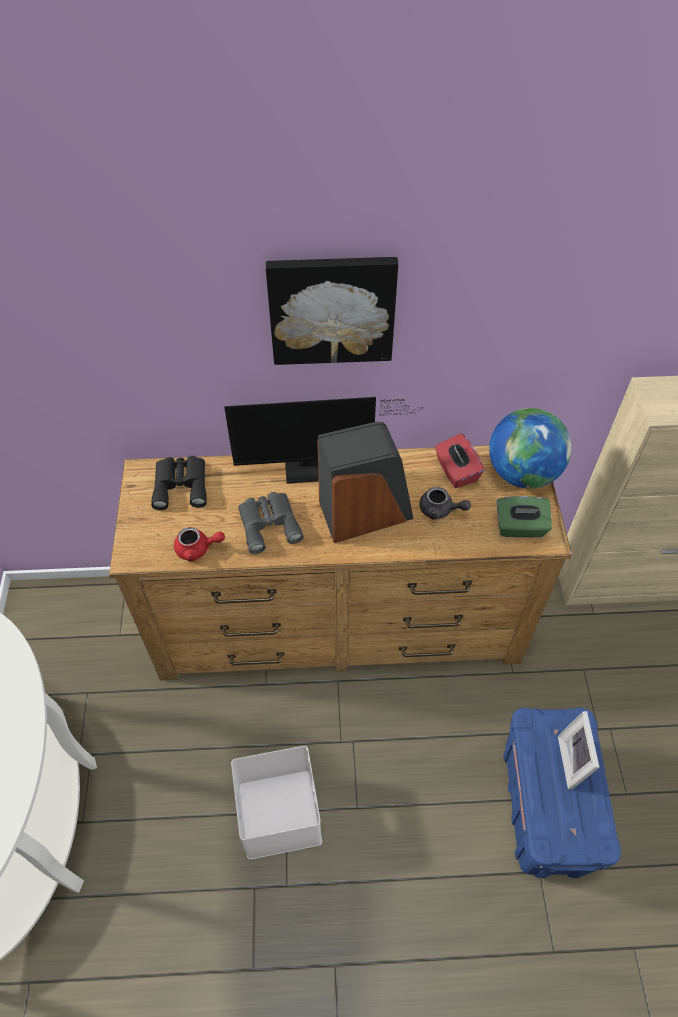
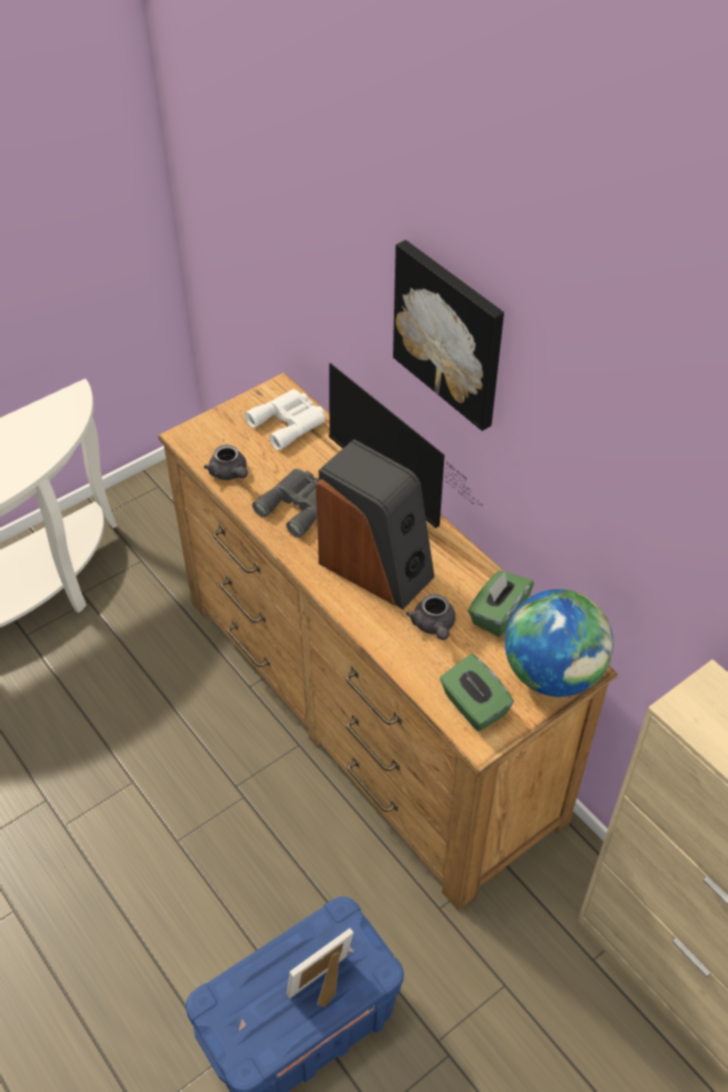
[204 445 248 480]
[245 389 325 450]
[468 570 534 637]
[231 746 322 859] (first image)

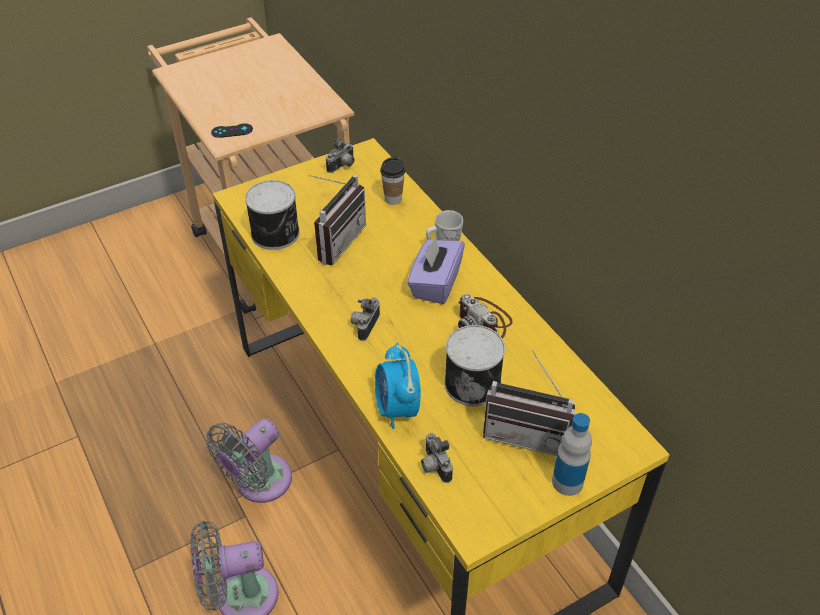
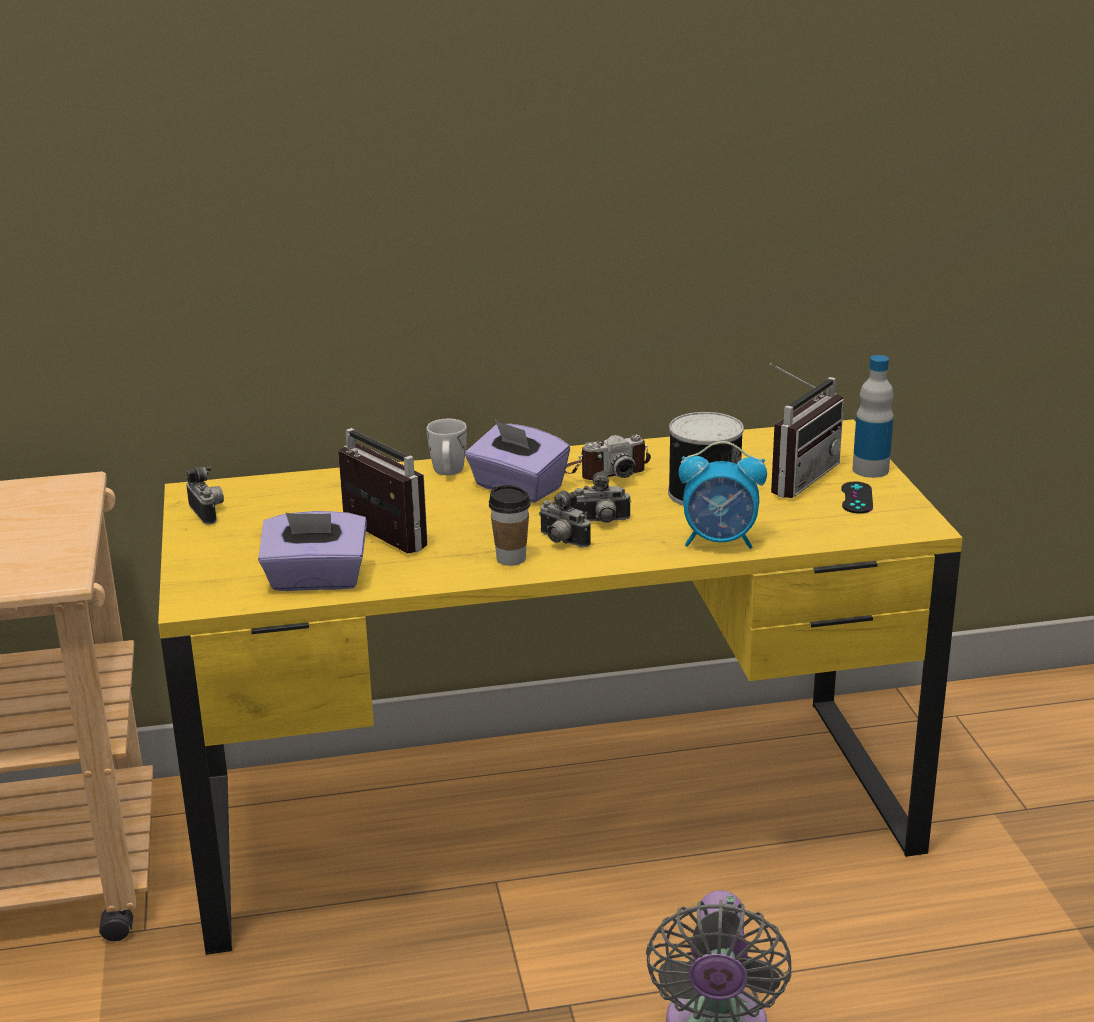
[258 511 367 591]
[489 485 531 566]
[573 471 631 523]
[841 482 873 514]
[205 419 292 503] (first image)

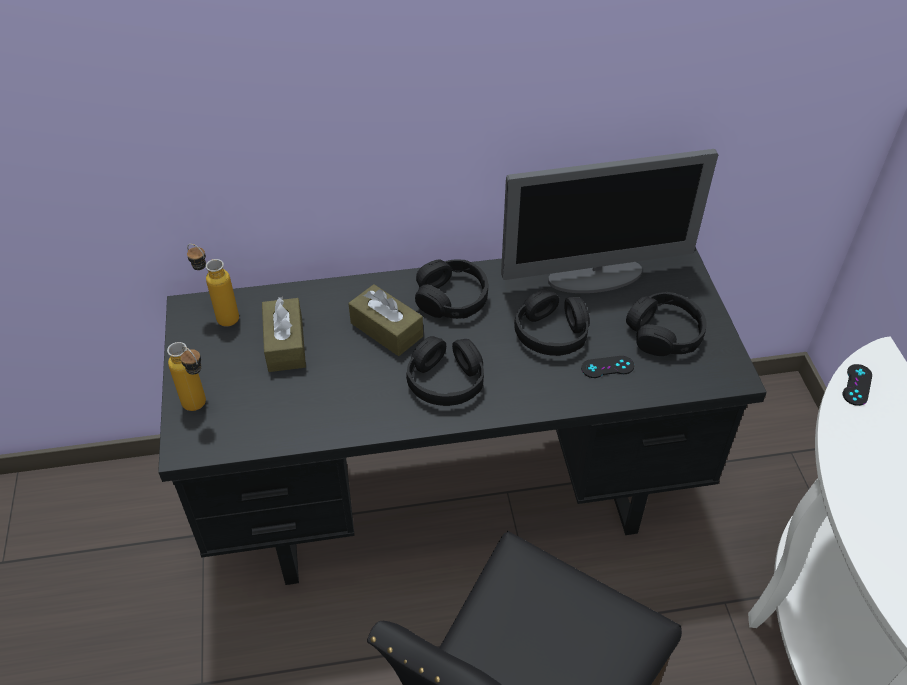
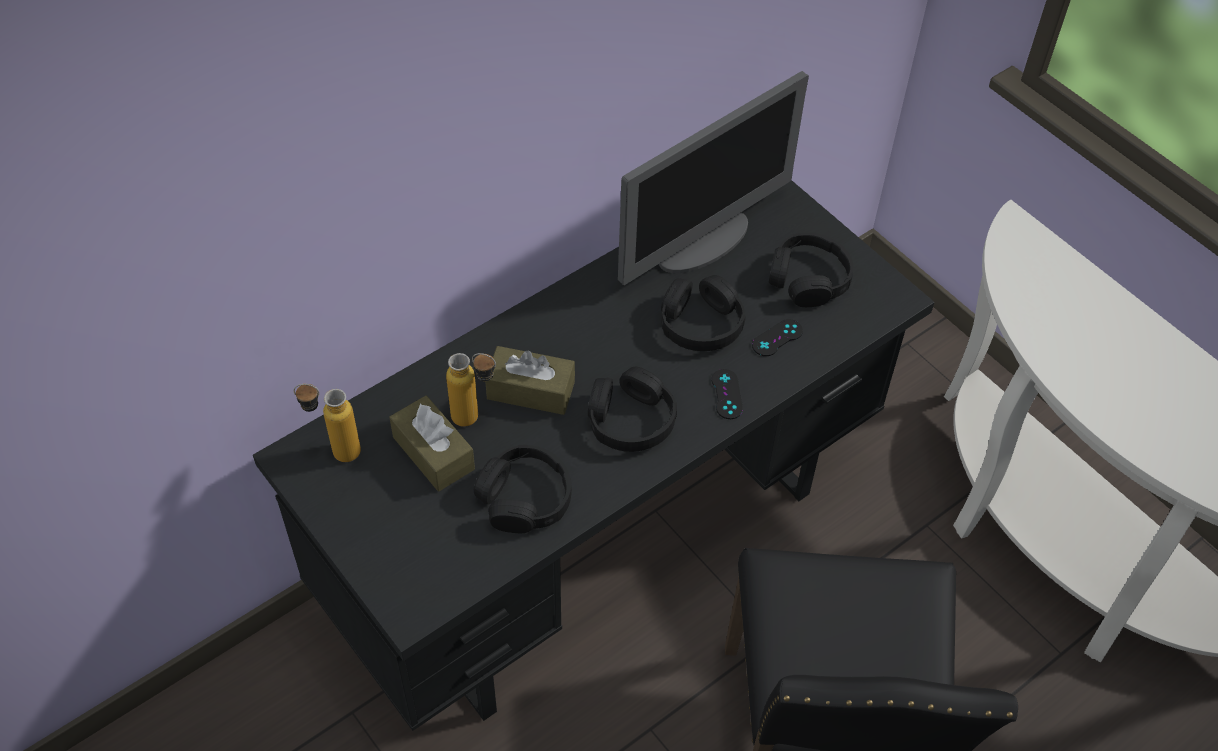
[446 353 496 427]
[474 445 572 533]
[712 369 743 419]

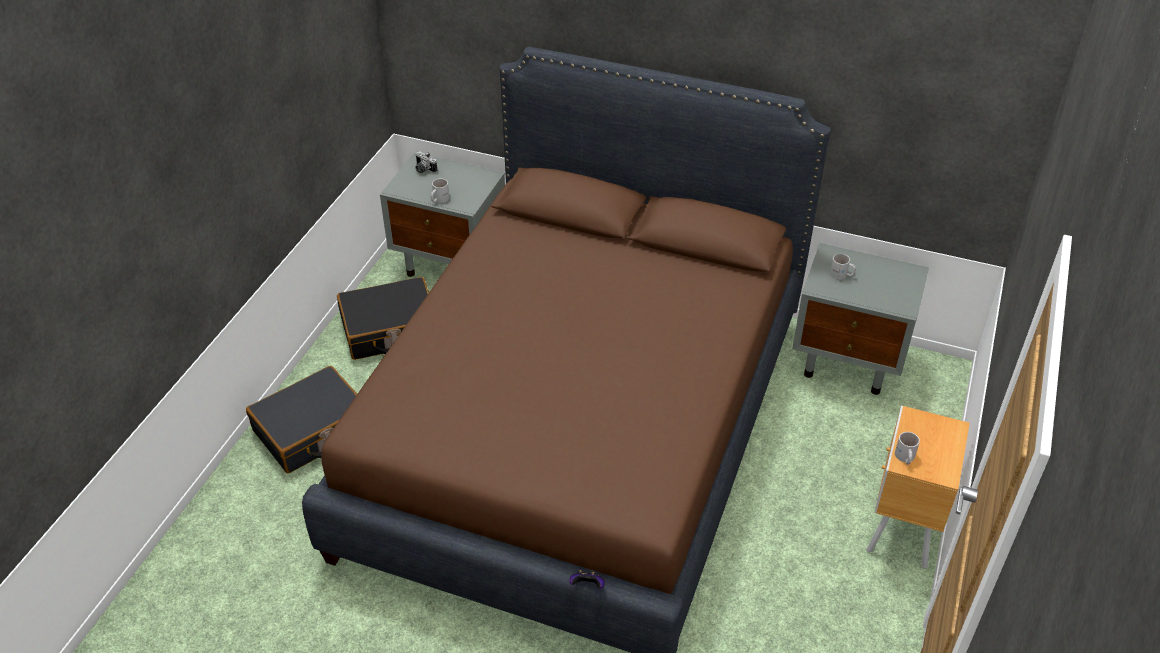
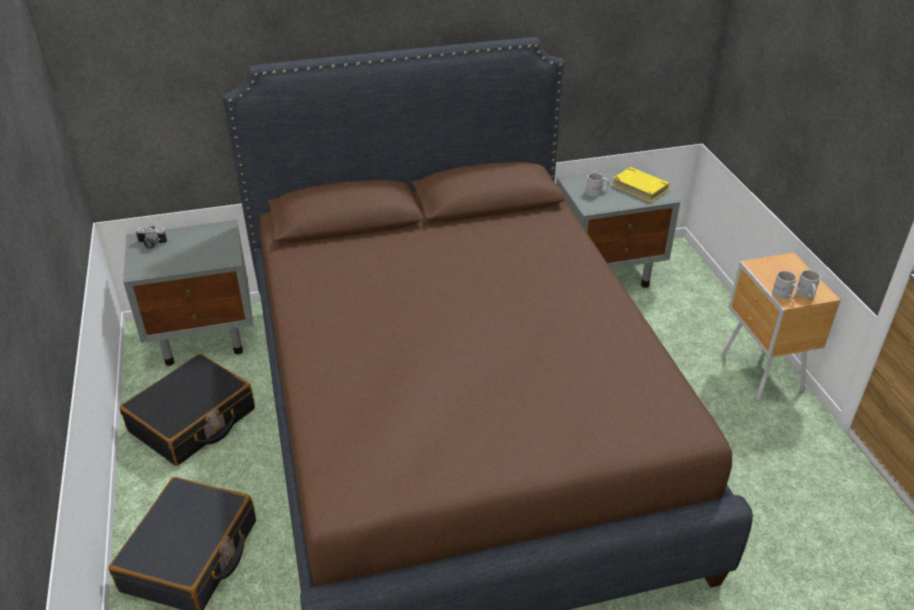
[612 167 670 202]
[797 270 820 299]
[569 570 605 589] (first image)

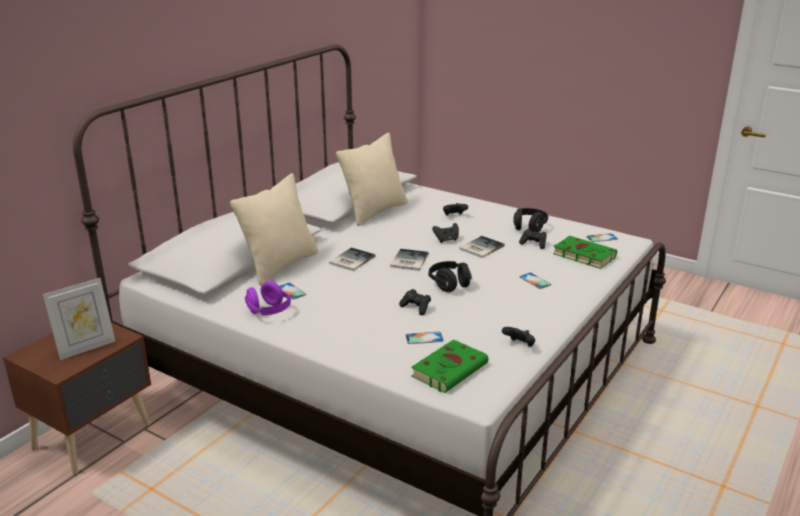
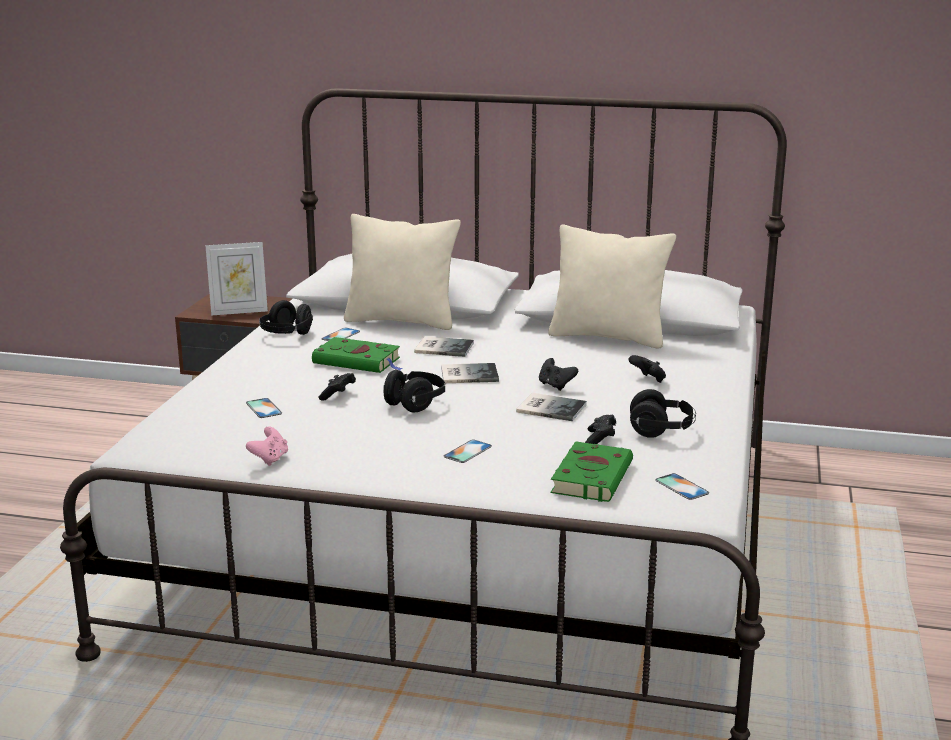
[205 242 268 316]
[246 426 288 466]
[259 300 313 335]
[312 337 403 373]

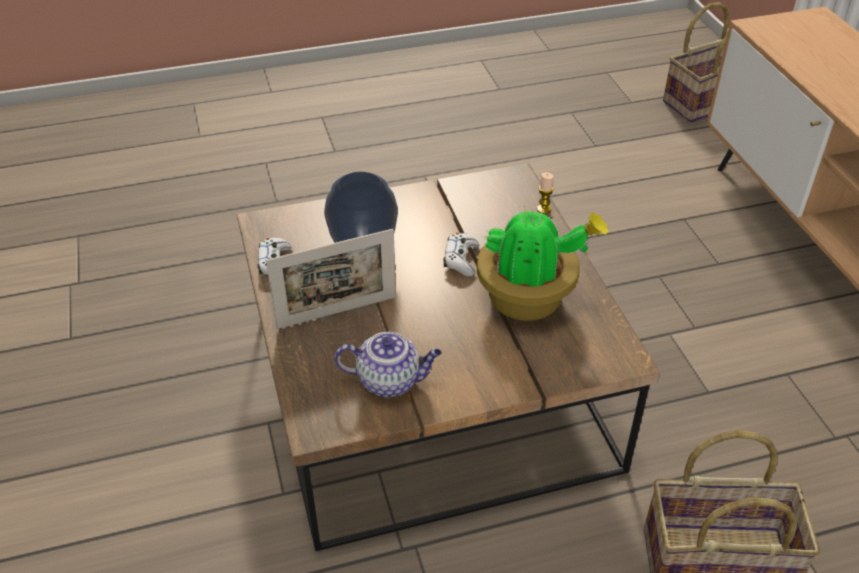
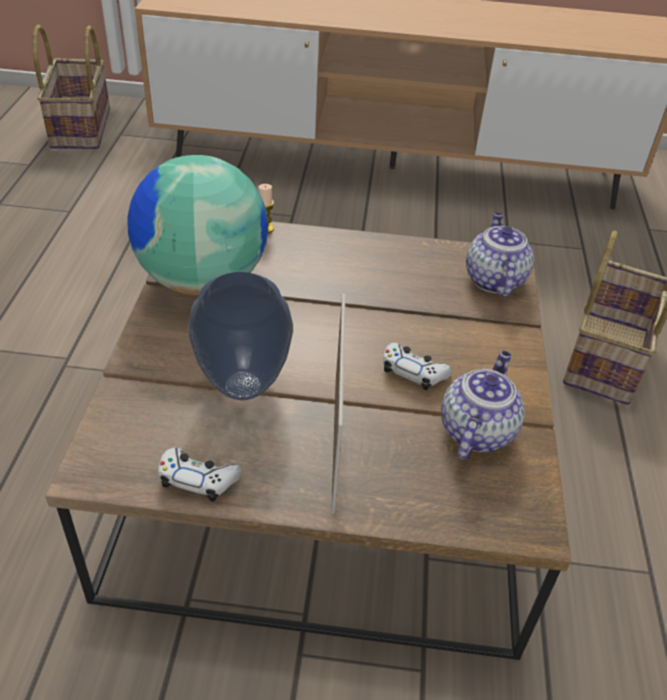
[127 155 268 295]
[383 343 452 390]
[466 212 534 297]
[477 205 609 321] (first image)

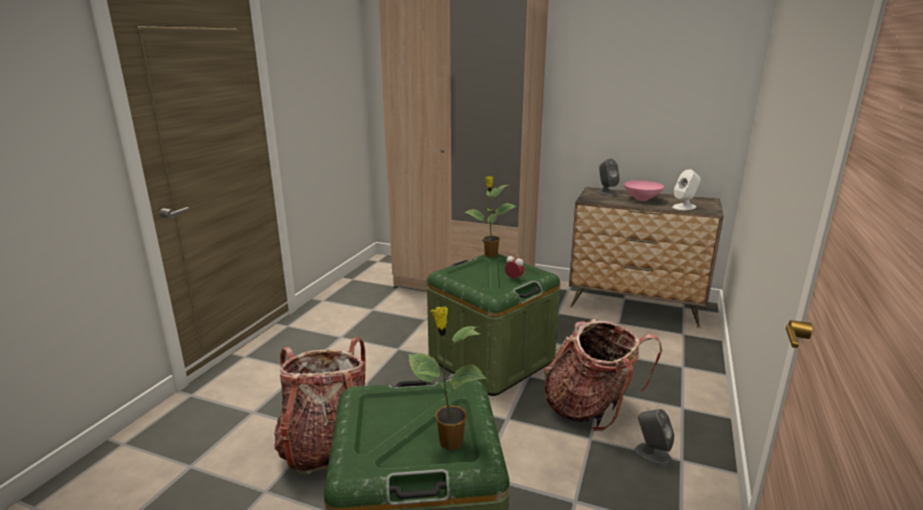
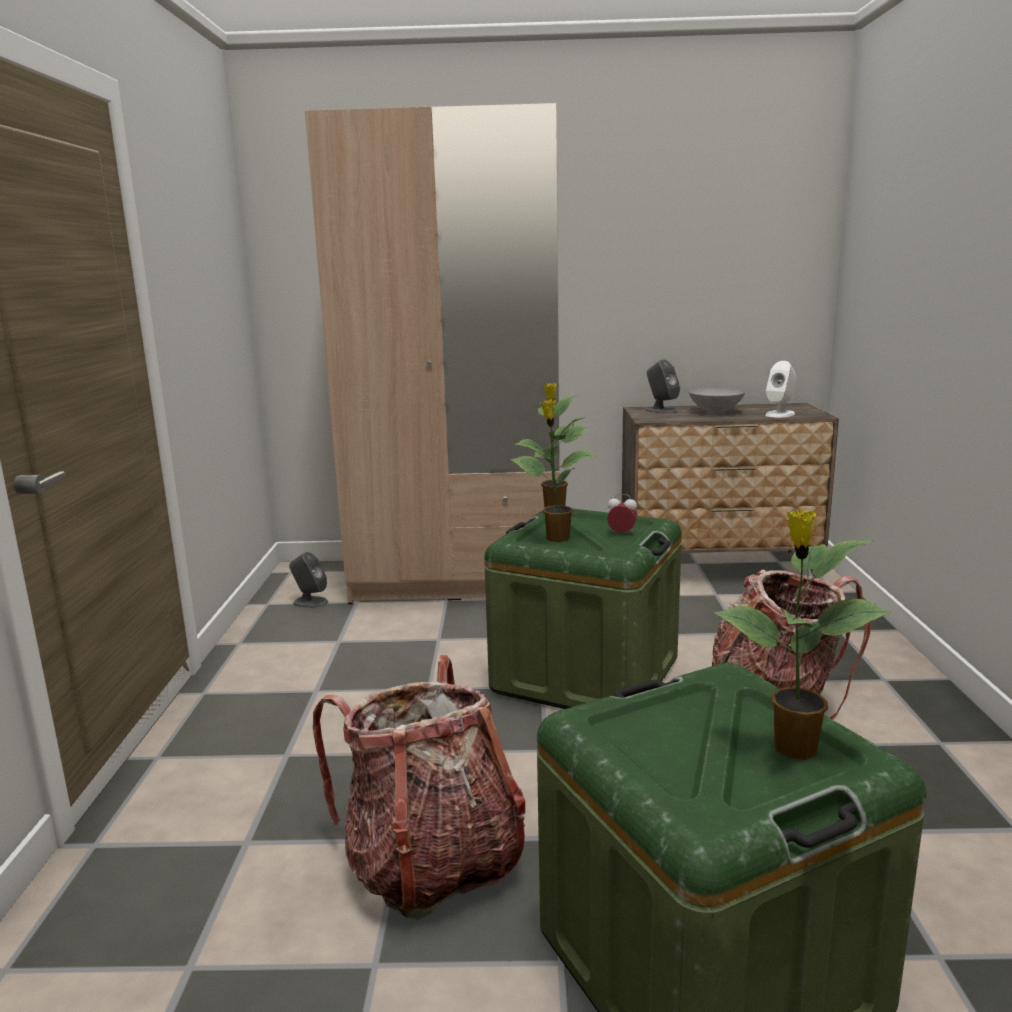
[289 552 328 608]
[511 400 597 542]
[688 387 745 414]

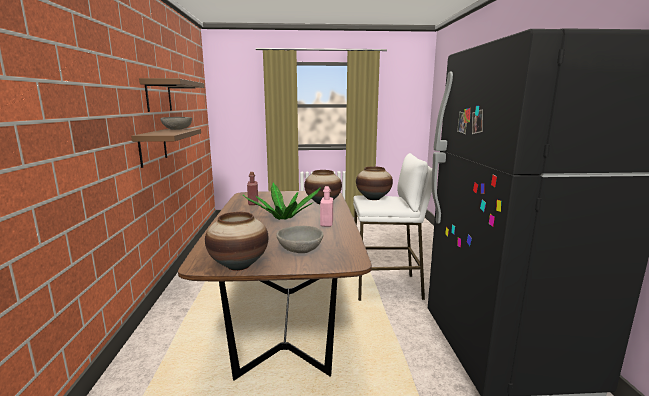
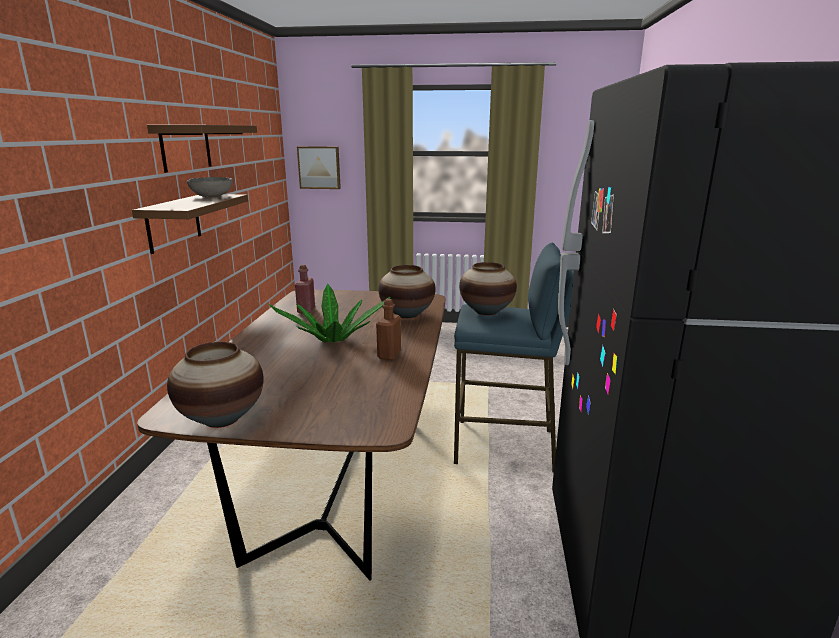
[297 146 341 189]
[376 299 401 360]
[454 243 574 473]
[276 226 324 253] (first image)

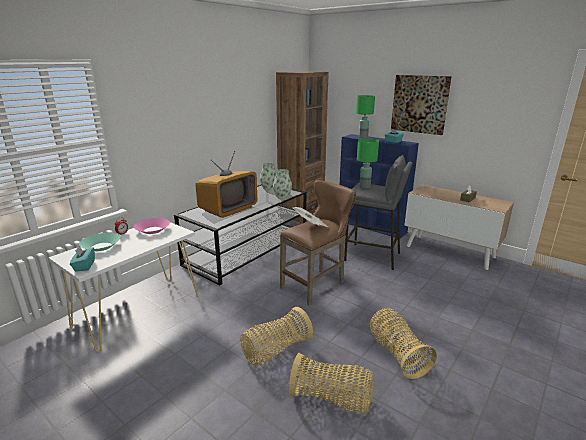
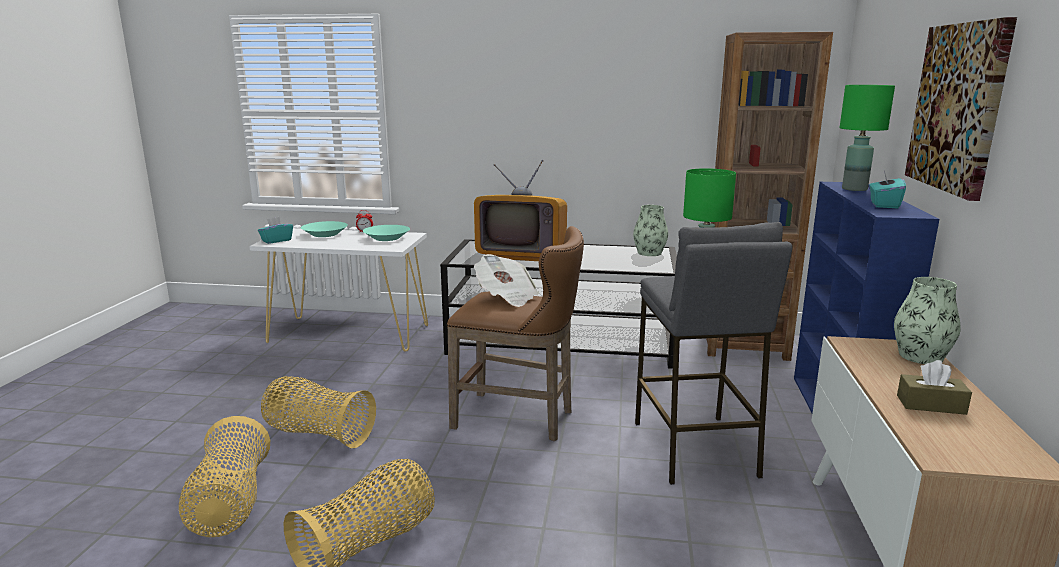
[363 225 410 241]
[894 277 961 364]

